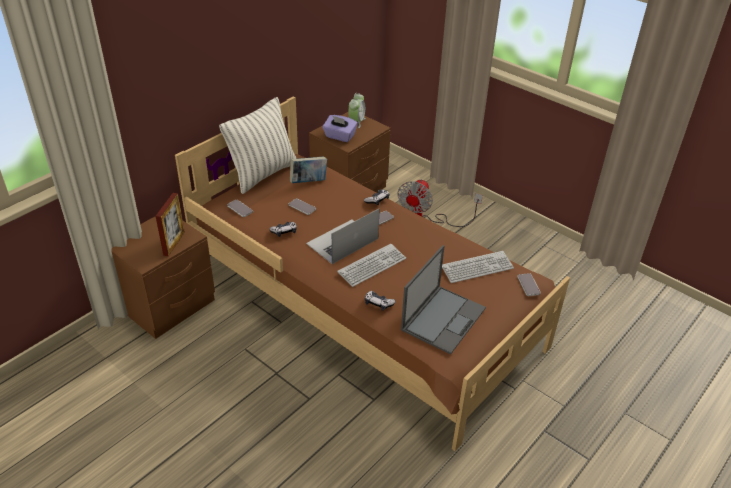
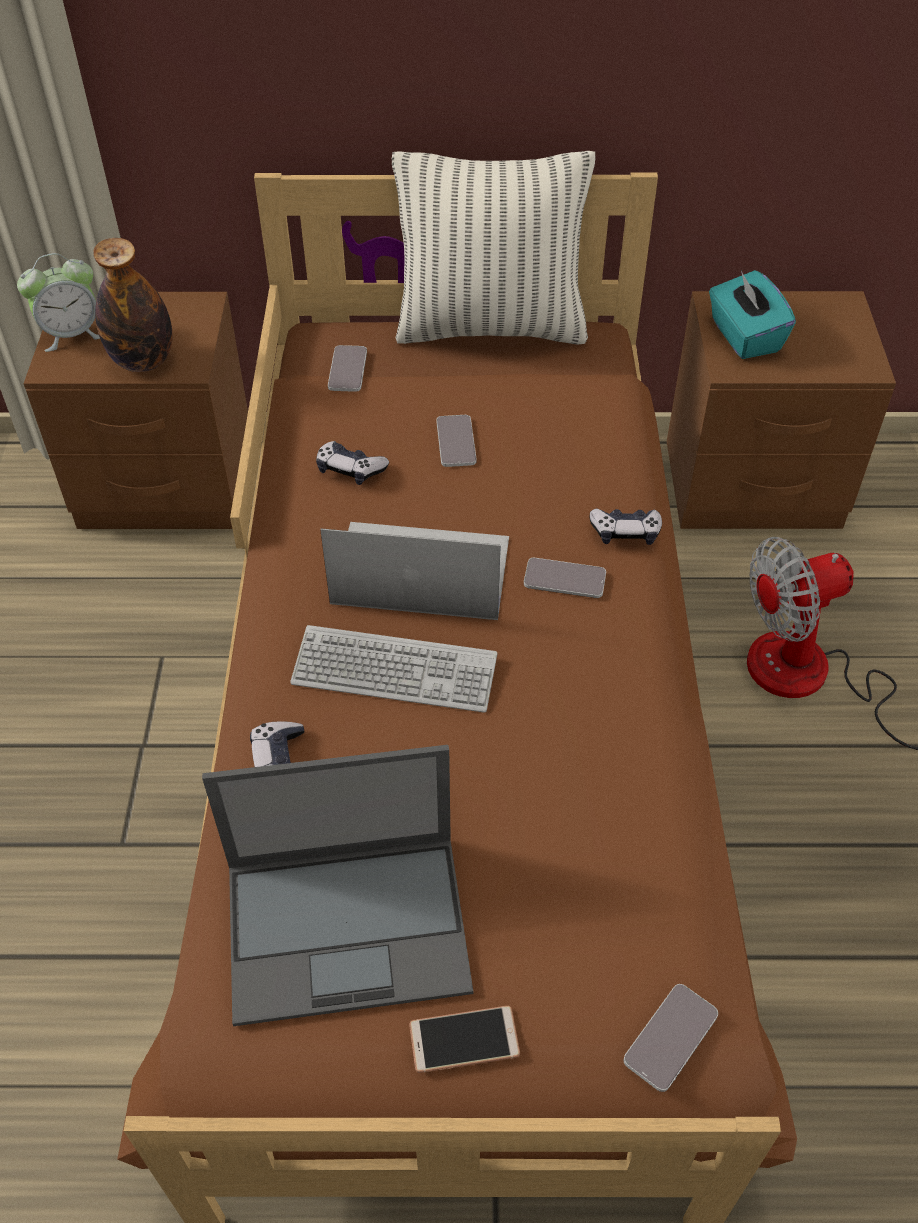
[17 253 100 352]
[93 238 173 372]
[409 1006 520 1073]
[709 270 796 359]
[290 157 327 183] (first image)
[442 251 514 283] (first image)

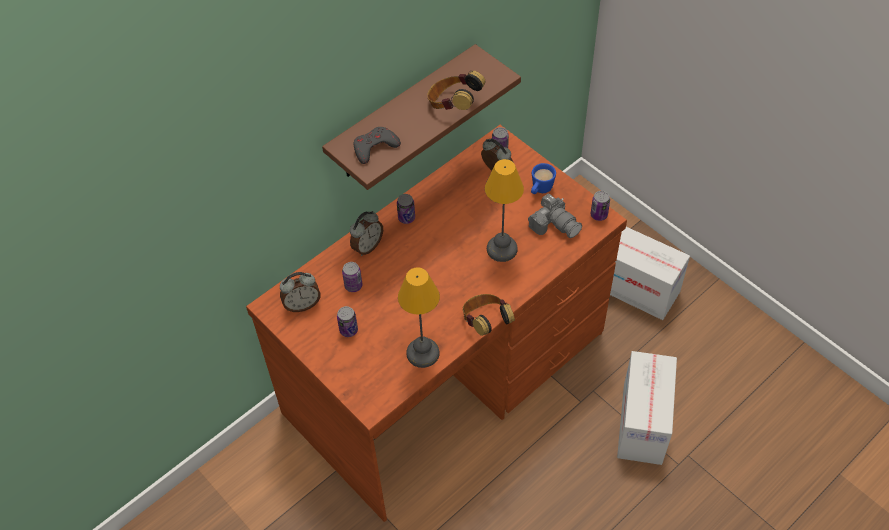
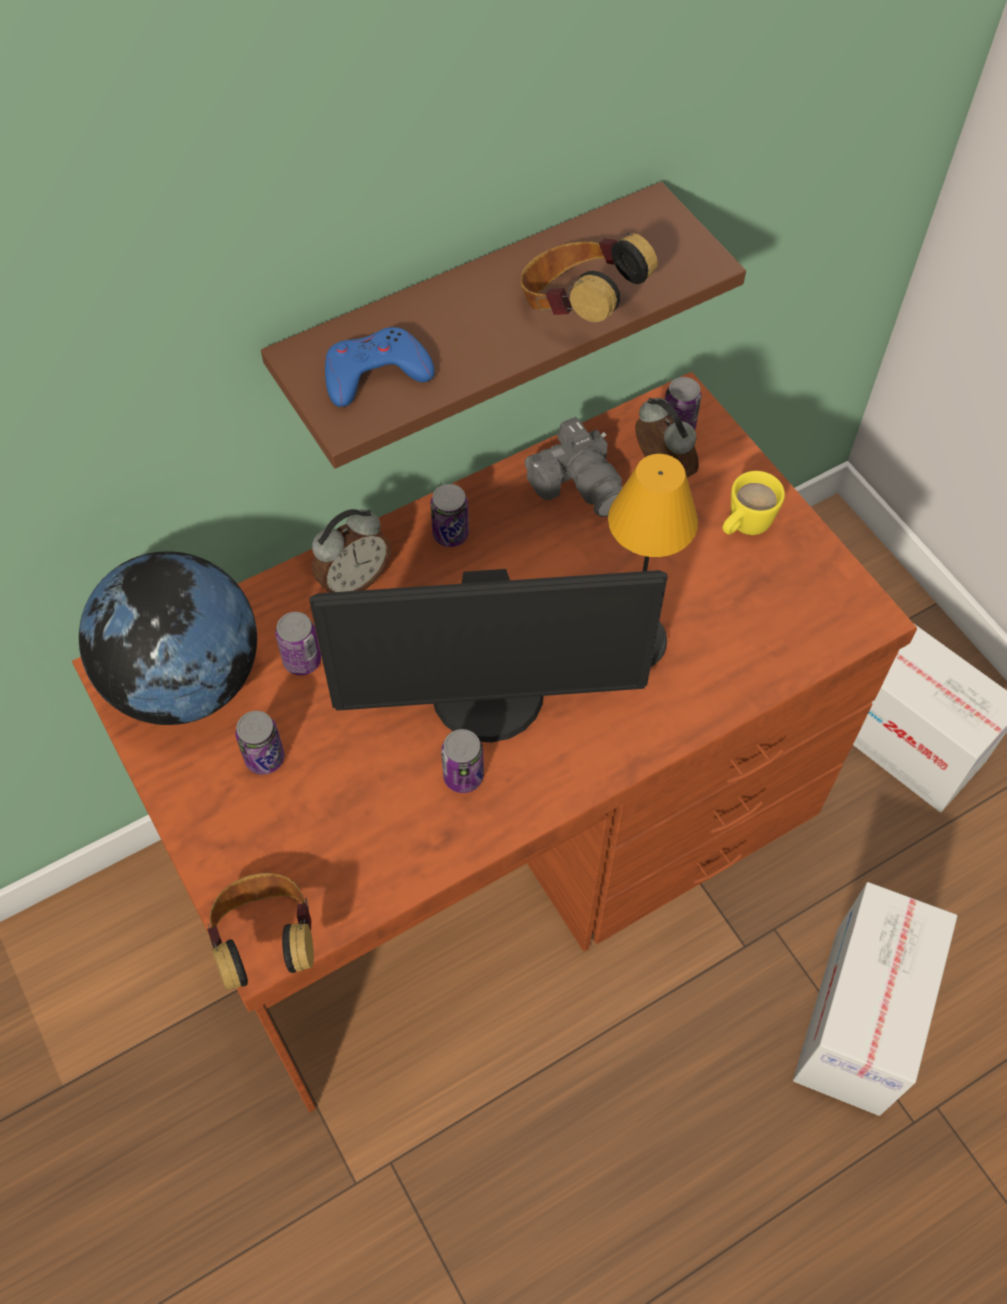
[79 551 257 725]
[207 873 314 991]
[310 569 668 742]
[325 327 435 407]
[441 729 484 793]
[525 417 623 517]
[722 471 785 535]
[398 267 440 368] (first image)

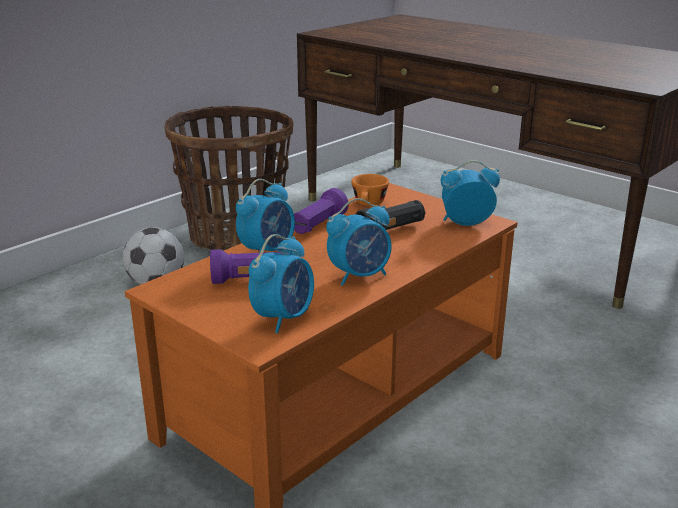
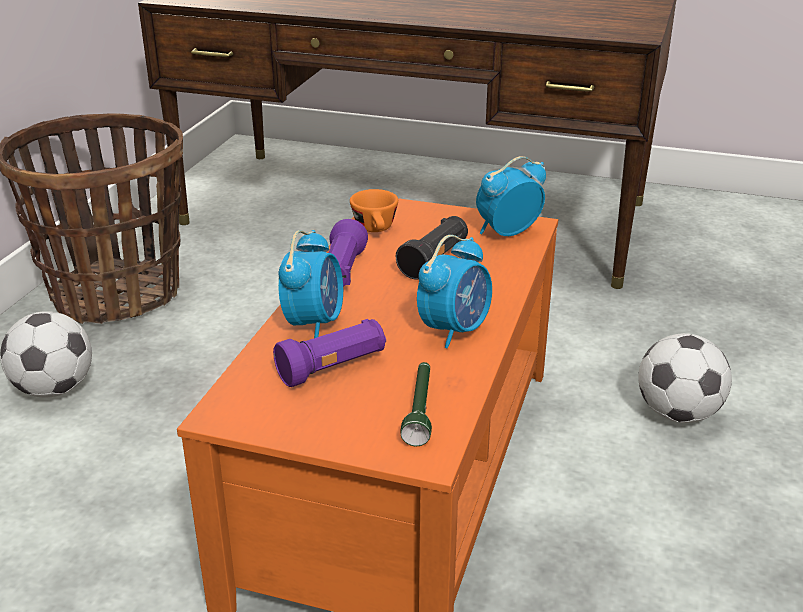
[400 362 432 446]
[638 333 732 423]

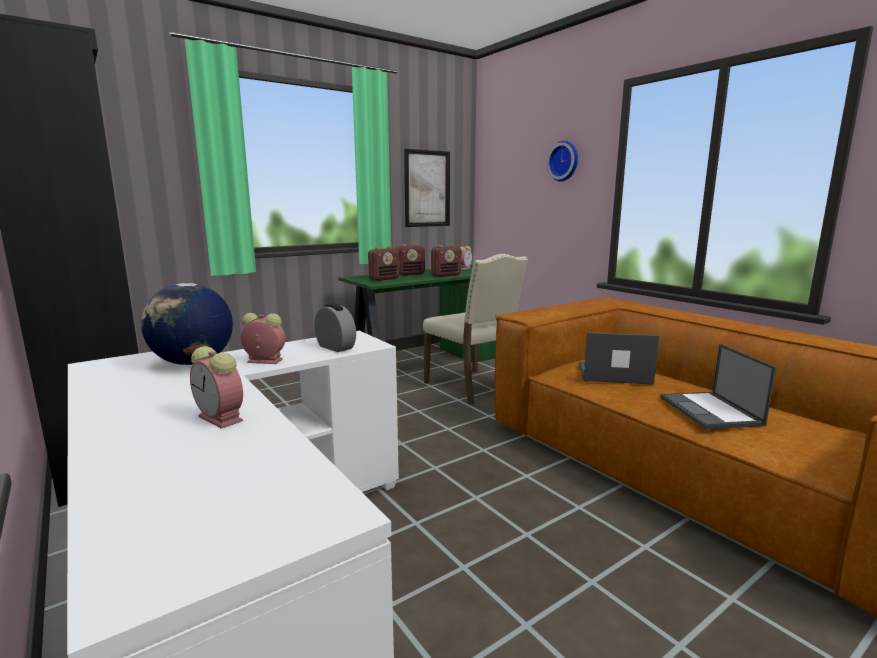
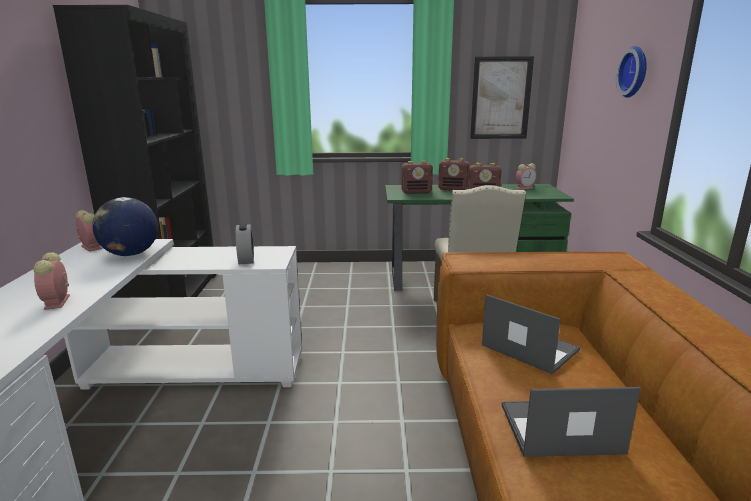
[76 210 102 252]
[502 387 641 457]

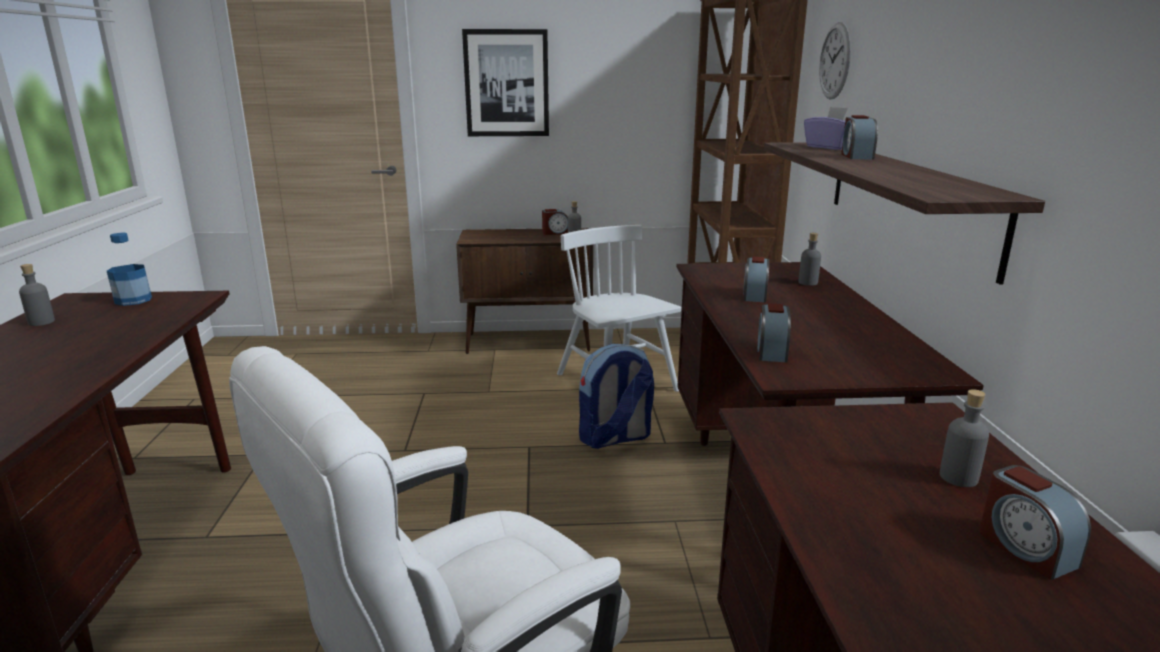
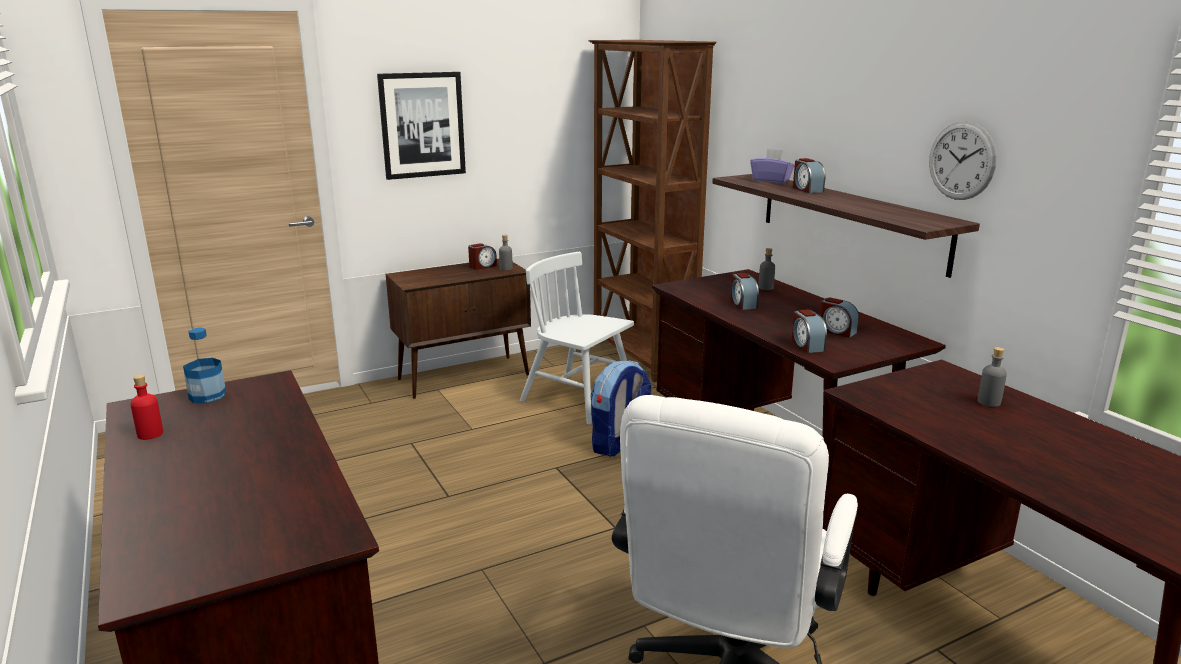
[131 375 163 440]
[820 297 859 338]
[929 121 997 200]

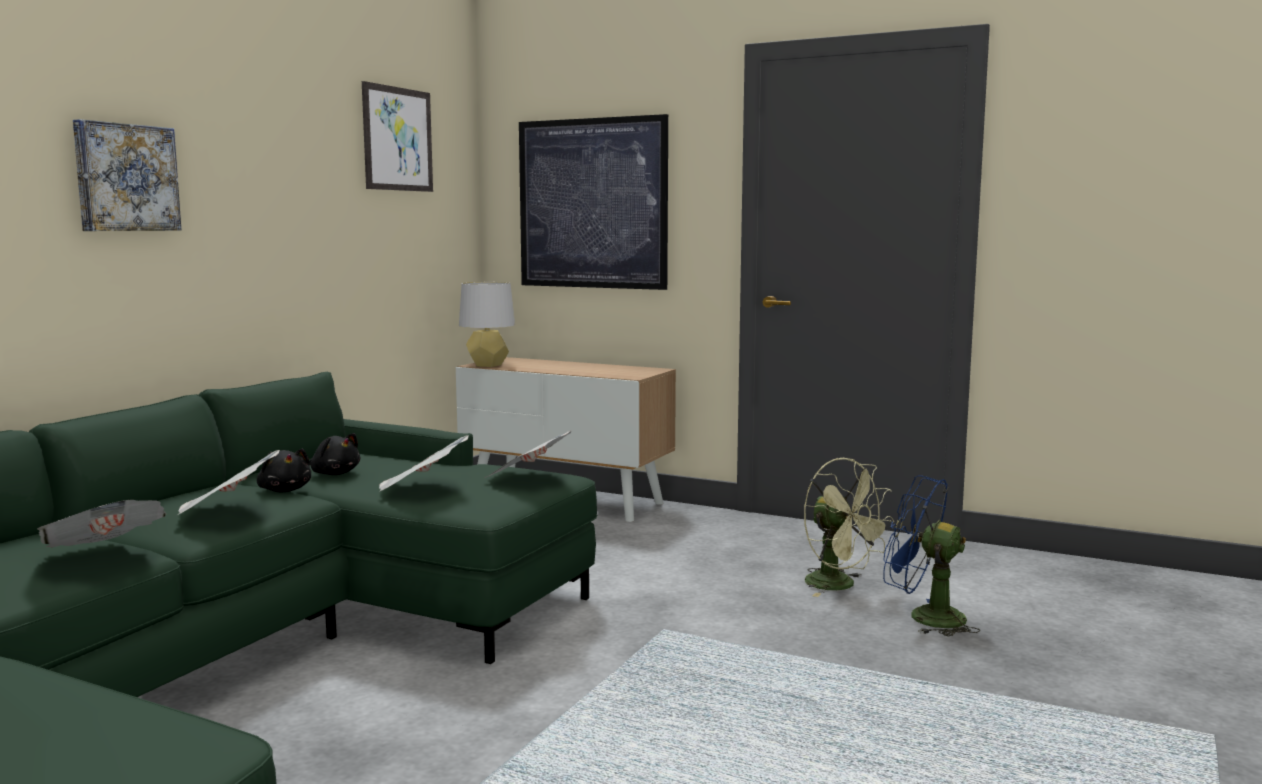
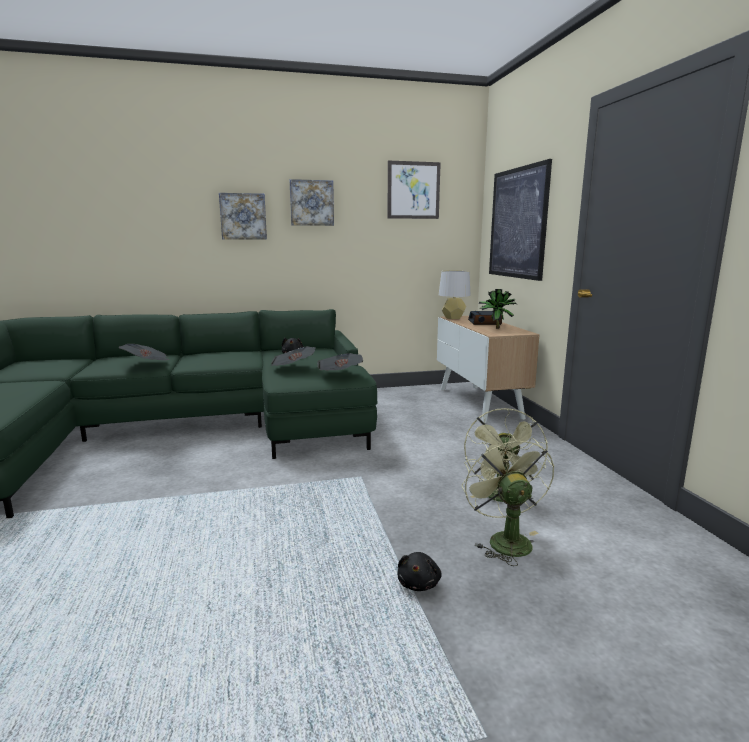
[290 179 334 226]
[397 552 442 591]
[462 433 554 566]
[468 311 502 325]
[478 289 517 329]
[179 450 280 514] (first image)

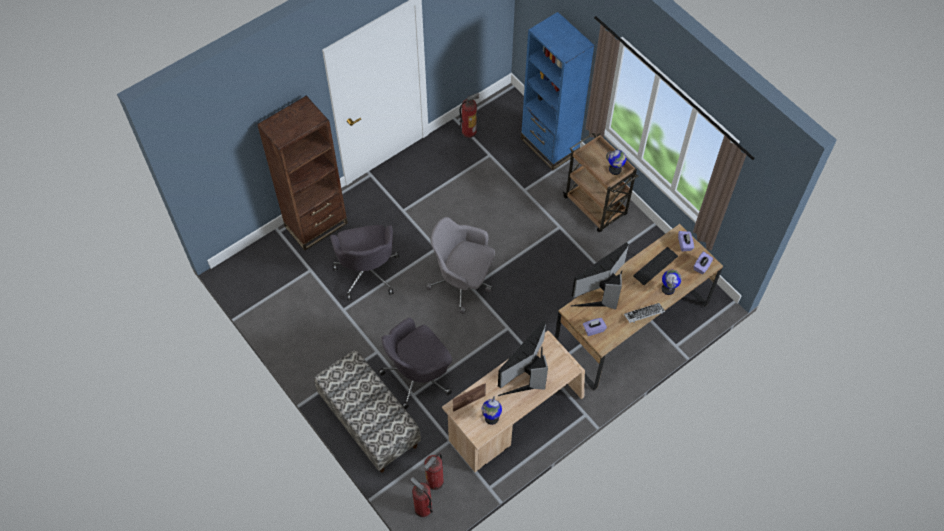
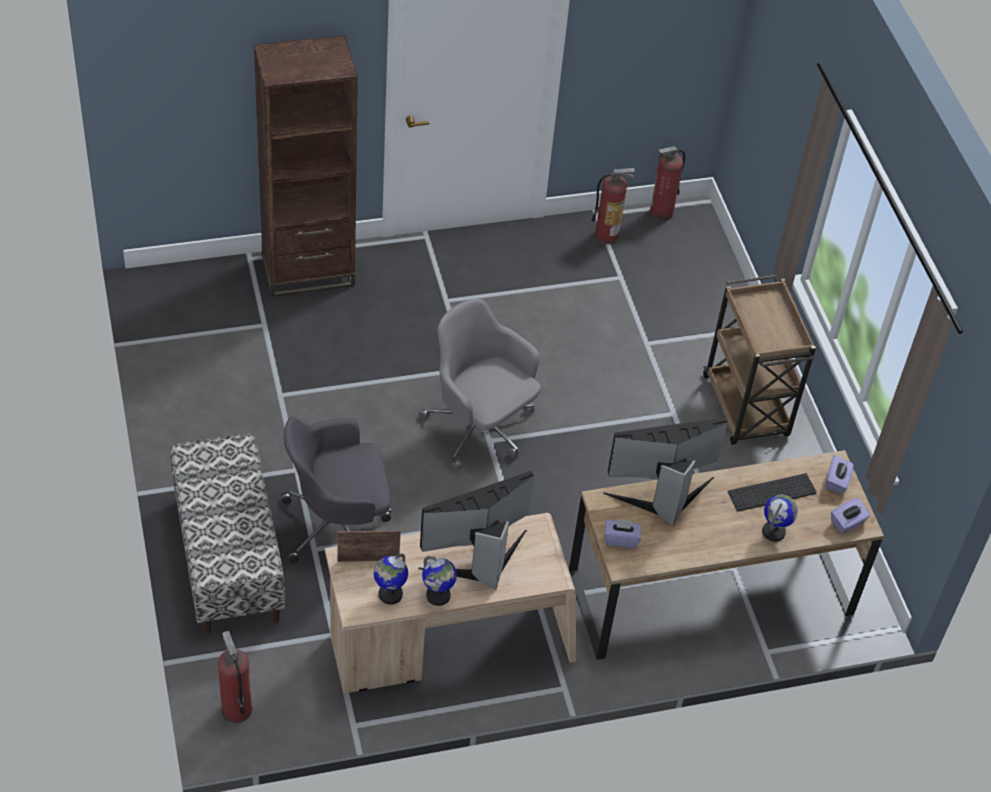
[422 556 457 606]
[650 146 685 221]
[330 225 399 300] (first image)
[521 12 594 171] (first image)
[624 303 665 323] (first image)

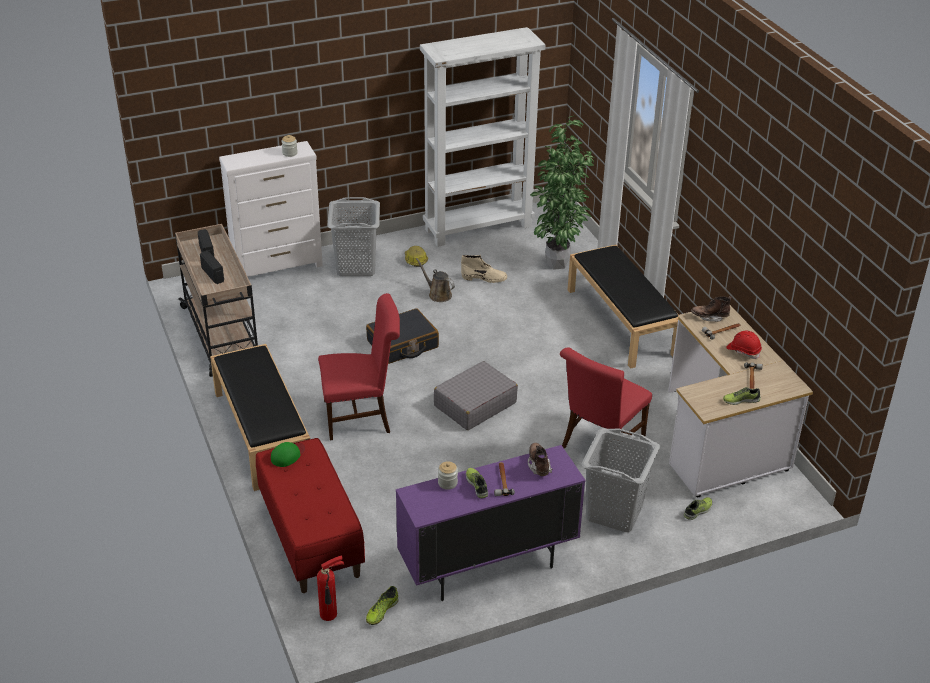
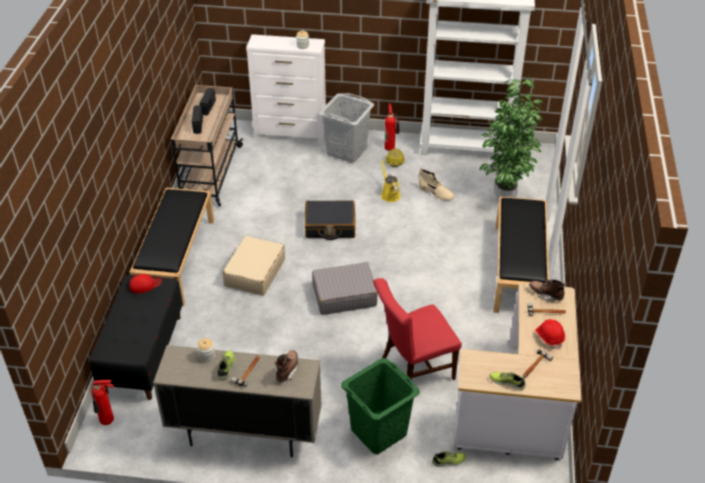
[90 275 183 400]
[129 274 162 293]
[153 345 322 457]
[223 236 285 296]
[341 358 420 454]
[381 159 401 202]
[384 103 400 151]
[366 586 399 625] (first image)

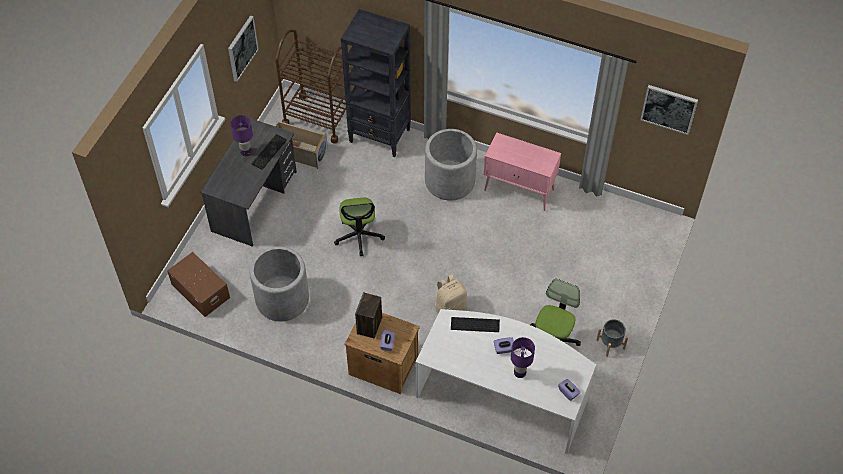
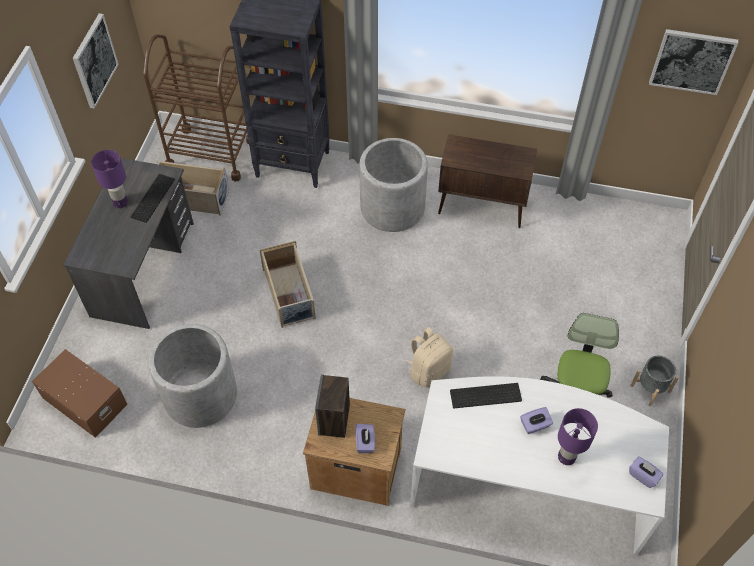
[259 241 316 328]
[438 134 537 228]

